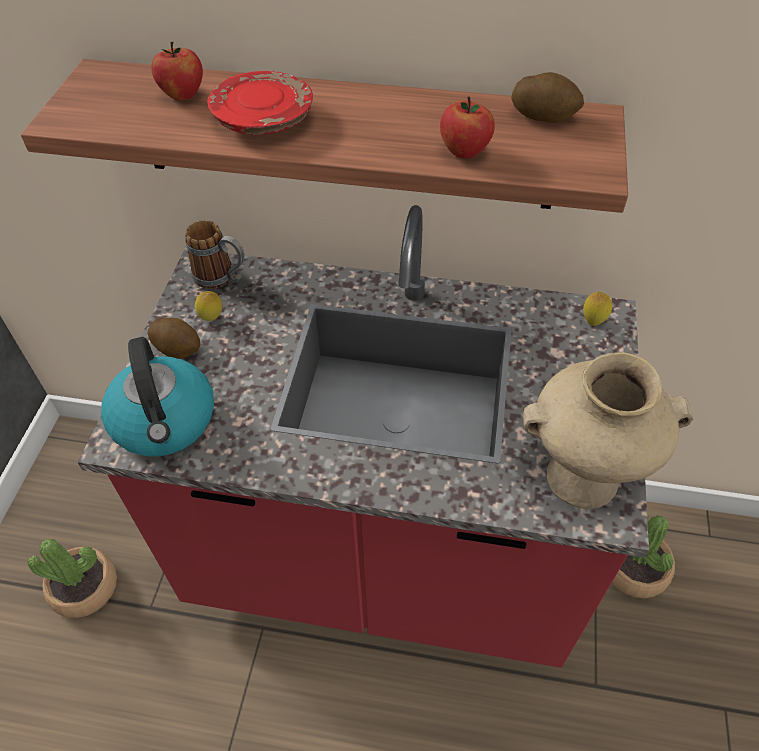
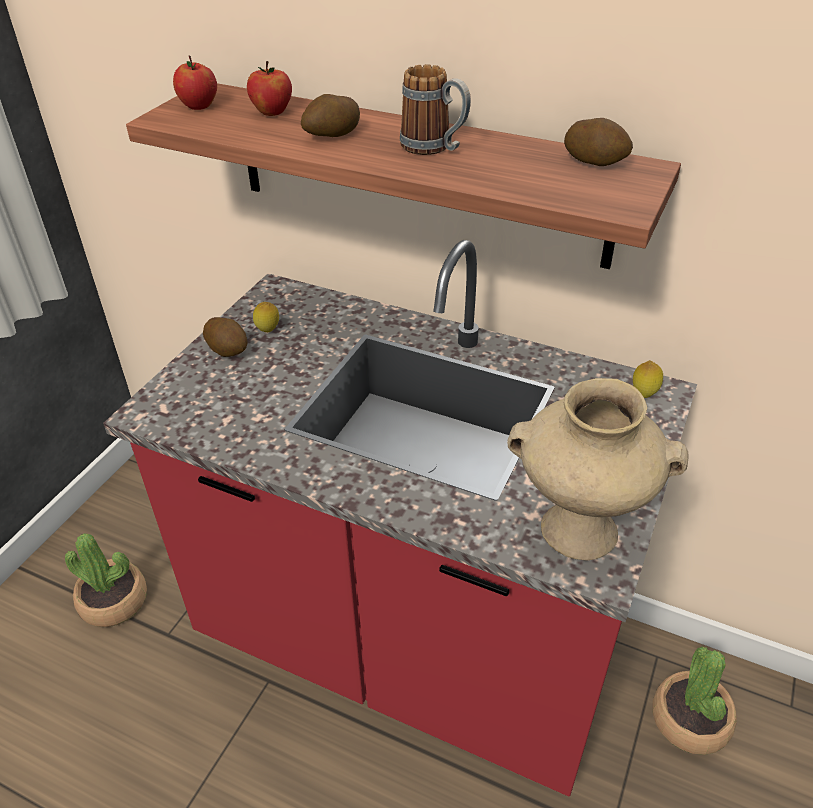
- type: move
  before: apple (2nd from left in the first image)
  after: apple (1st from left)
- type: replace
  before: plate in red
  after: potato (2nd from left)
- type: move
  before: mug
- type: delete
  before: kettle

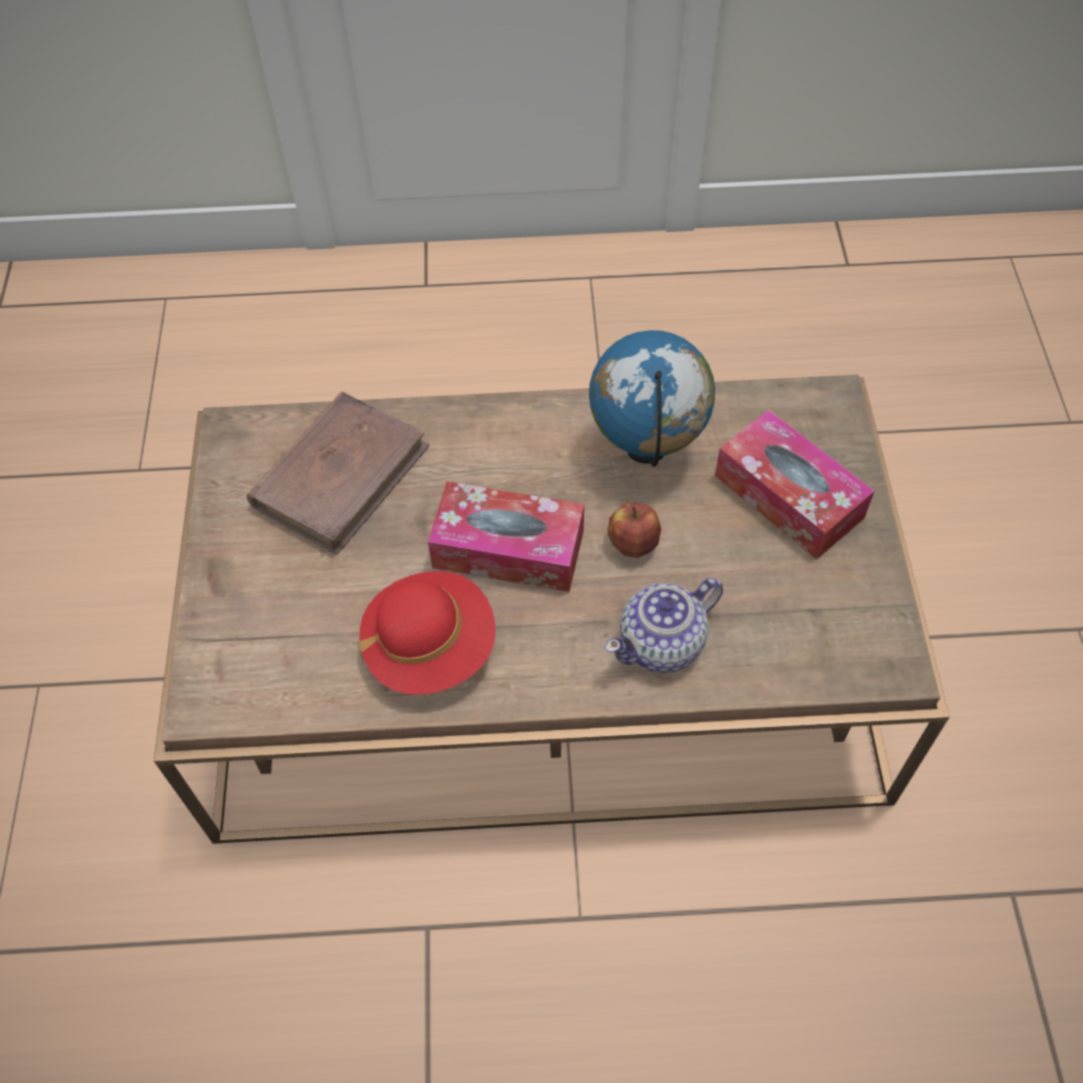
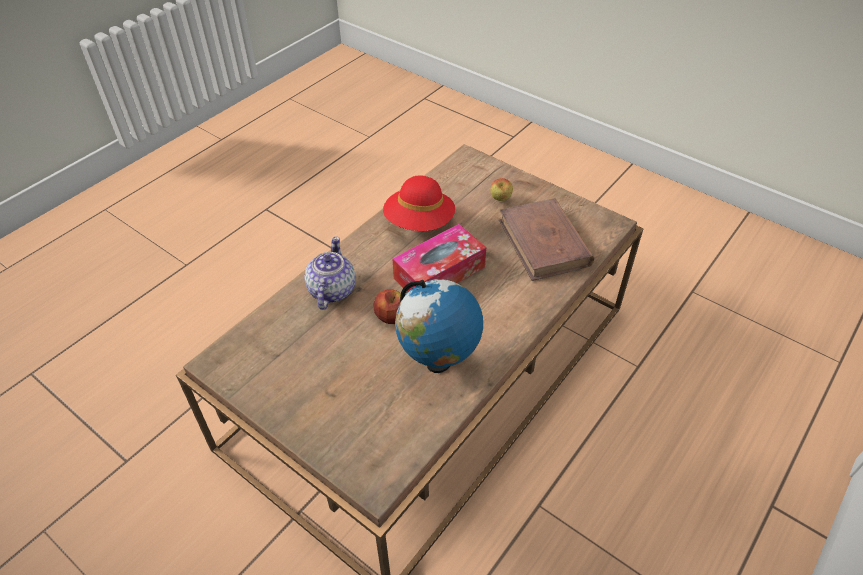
- type: insert
  after: apple (2nd from left)
- type: delete
  before: tissue box (2nd from left)

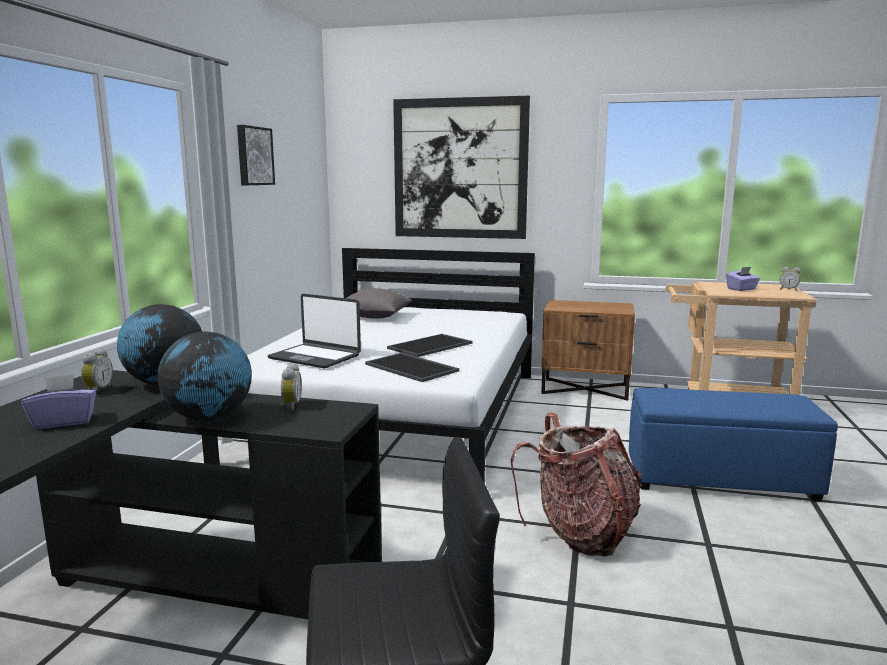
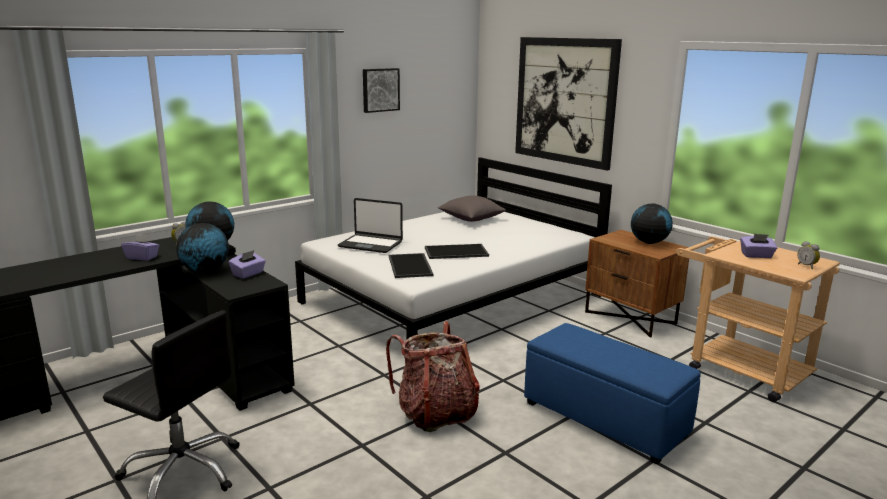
- type: replace
  before: alarm clock (2nd from left)
  after: tissue box in purple (2nd from left)
- type: rotate
  before: laptop
  turn: -45
- type: insert
  after: globe (3rd from left)

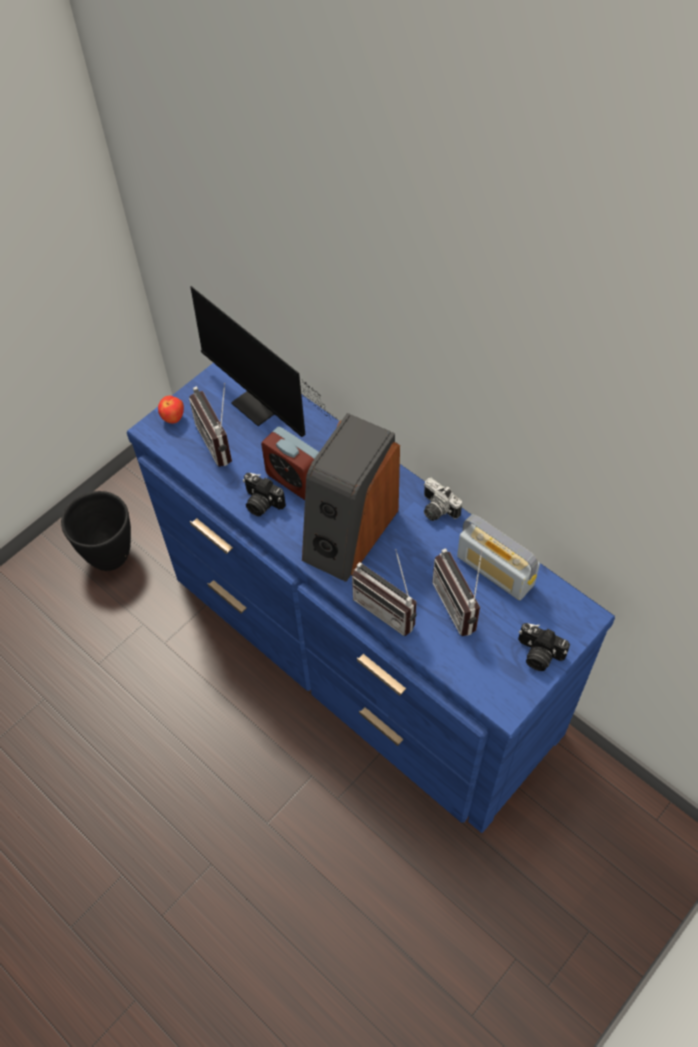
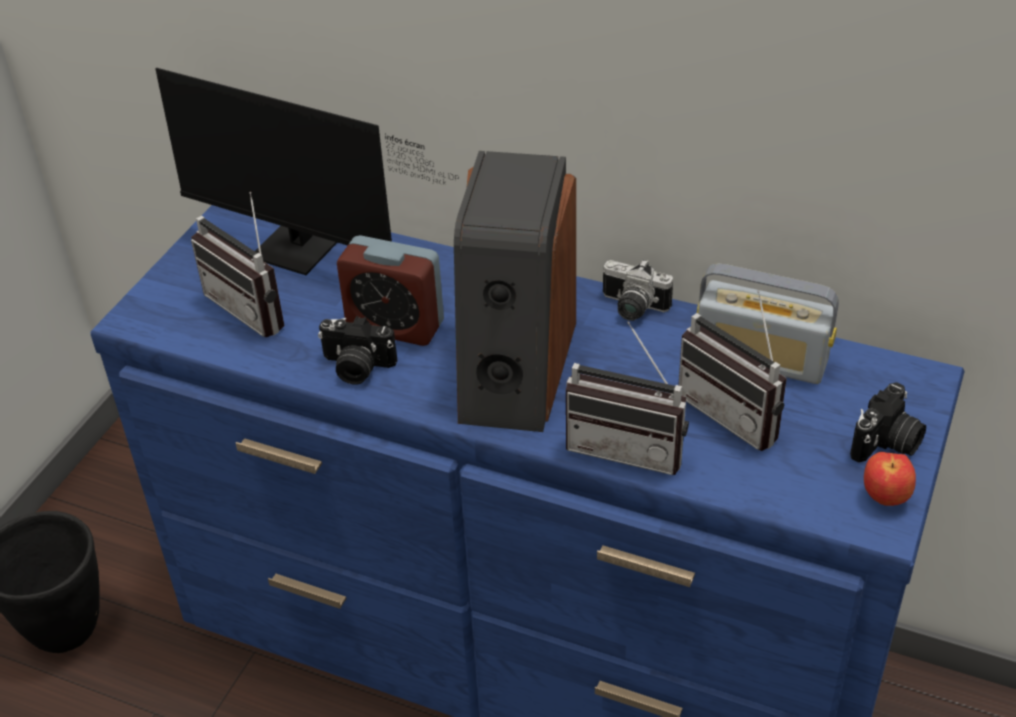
- type: rotate
  before: photo camera (3rd from left)
  turn: -60
- type: move
  before: apple

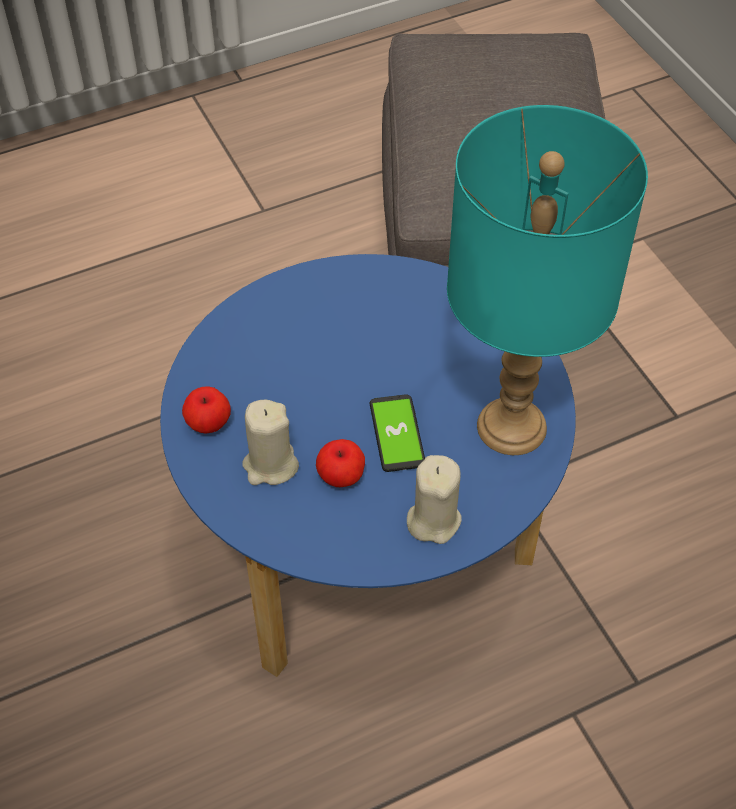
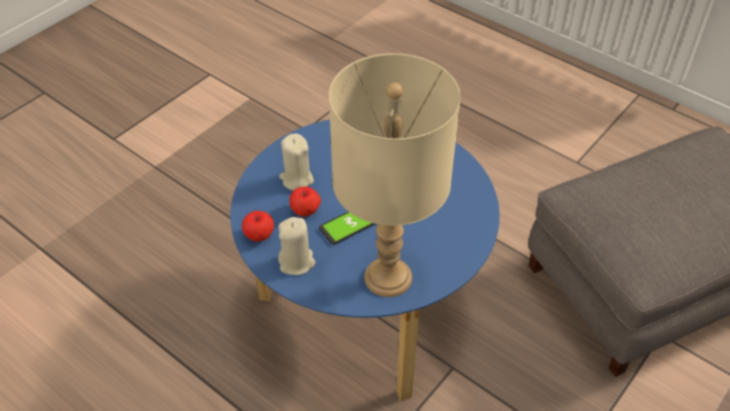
- type: move
  before: apple (1st from left)
- type: recolor
  before: table lamp in turquoise
  after: table lamp in beige

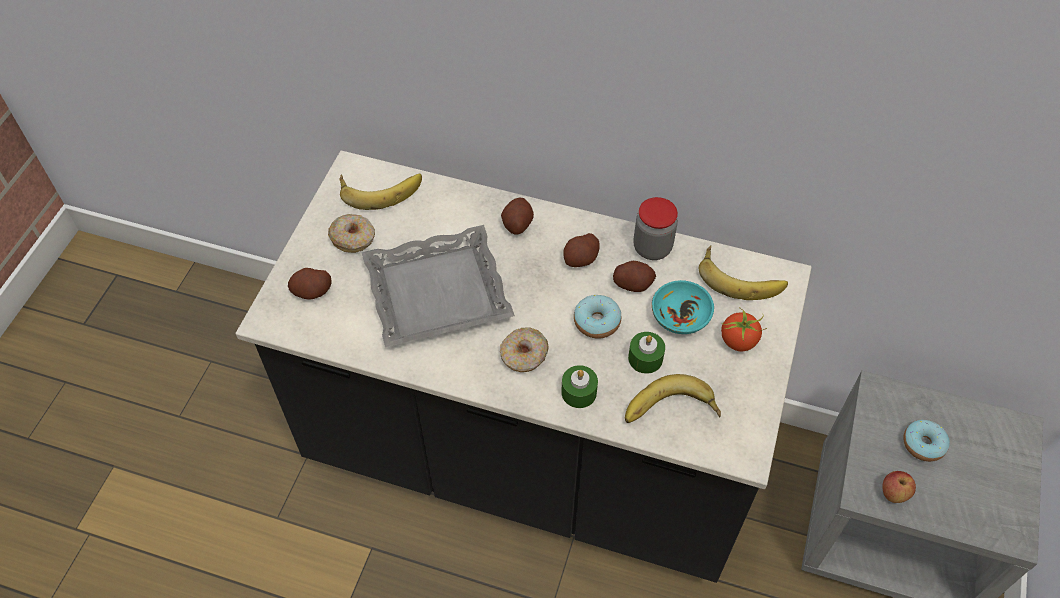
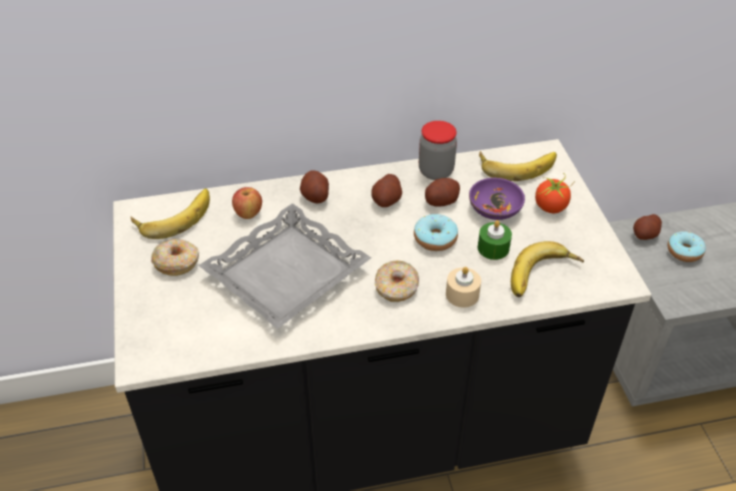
- type: move
  before: apple
- type: recolor
  before: candle in green (1st from left)
  after: candle in beige
- type: recolor
  before: bowl in turquoise
  after: bowl in purple
- type: move
  before: potato (1st from left in the first image)
  after: potato (4th from left)

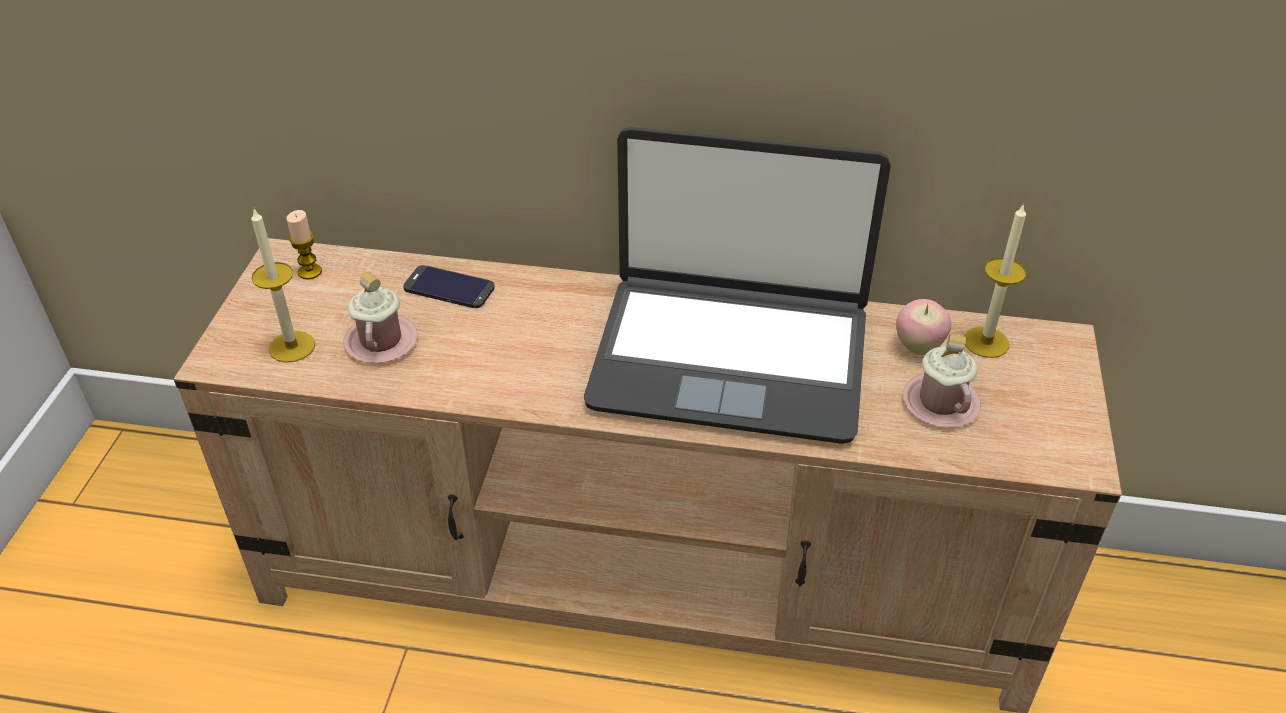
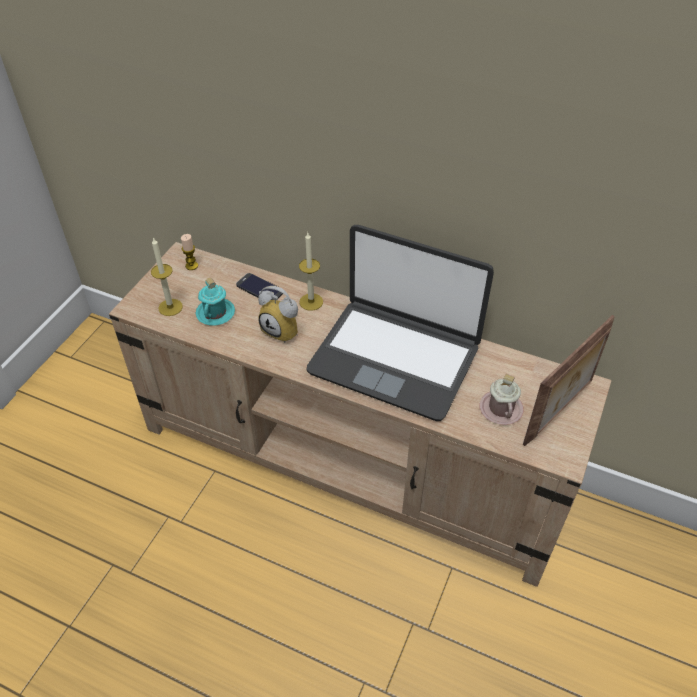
- type: recolor
  before: mug in pink (1st from left)
  after: mug in turquoise
- type: insert
  after: alarm clock
- type: move
  before: candle (3rd from left)
- type: insert
  after: picture frame
- type: delete
  before: apple

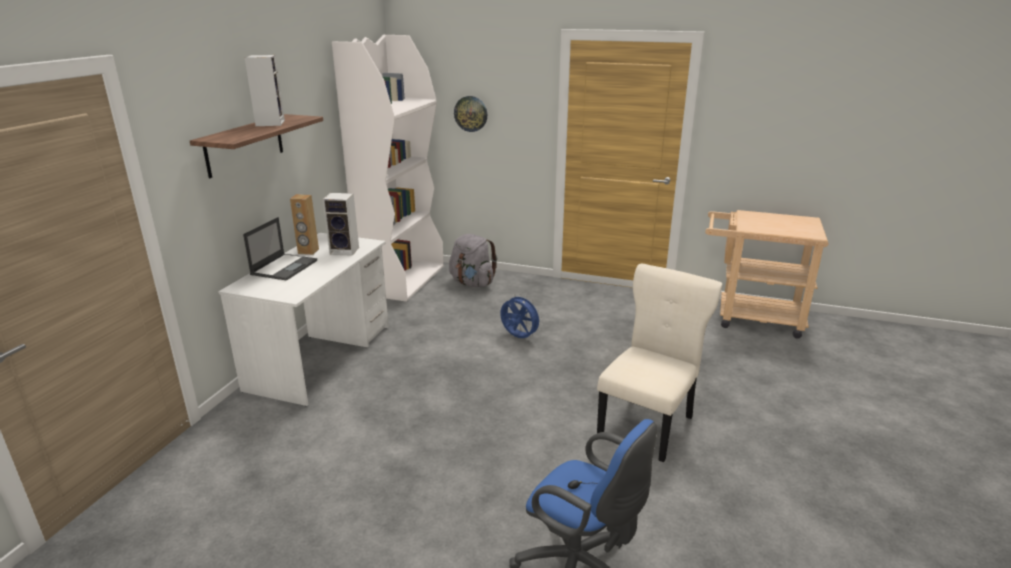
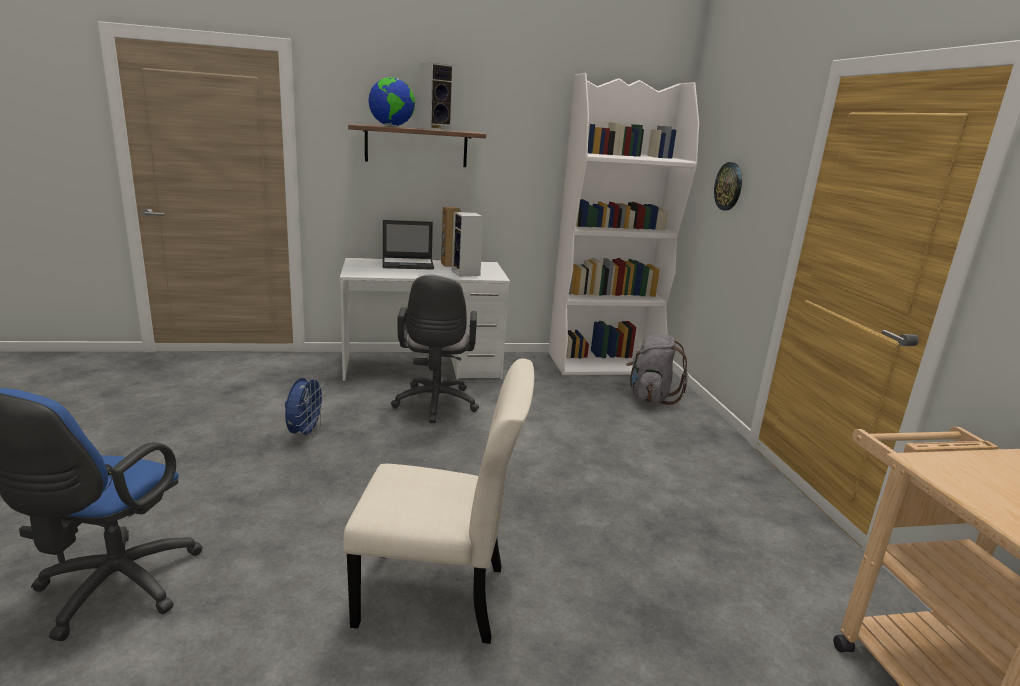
- type: move
  before: fan in blue
- type: insert
  after: globe
- type: insert
  after: office chair in grey

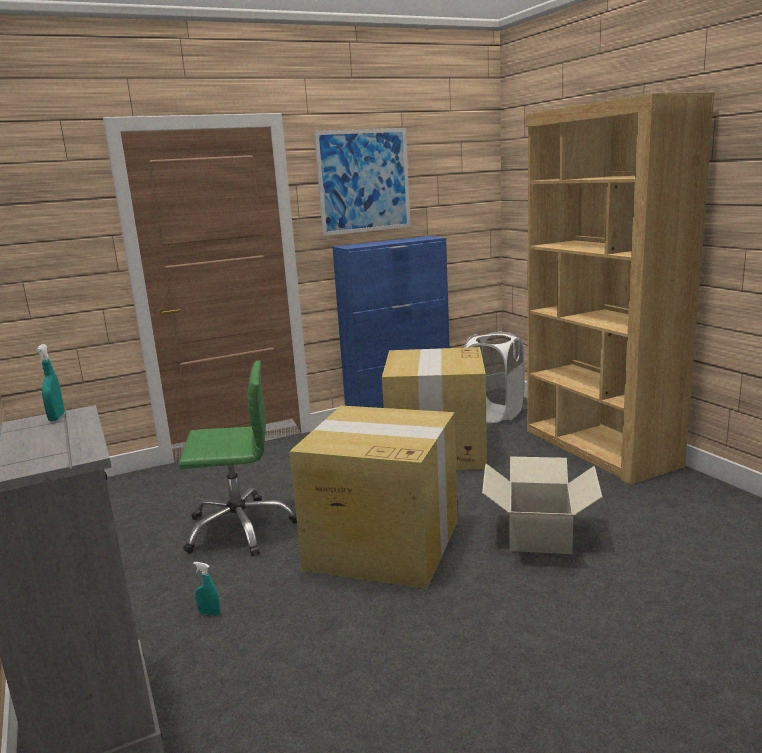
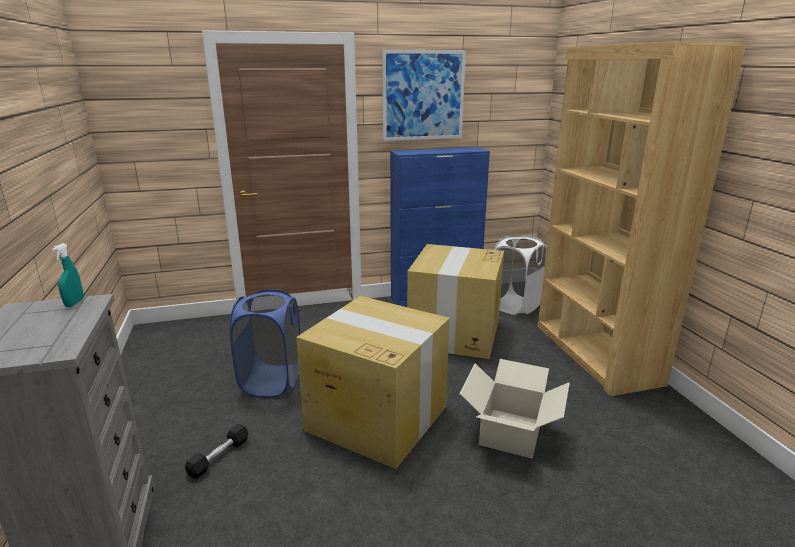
- type: replace
  before: spray bottle in turquoise (2nd from left)
  after: dumbbell in black
- type: replace
  before: office chair in green
  after: laundry basket in blue

